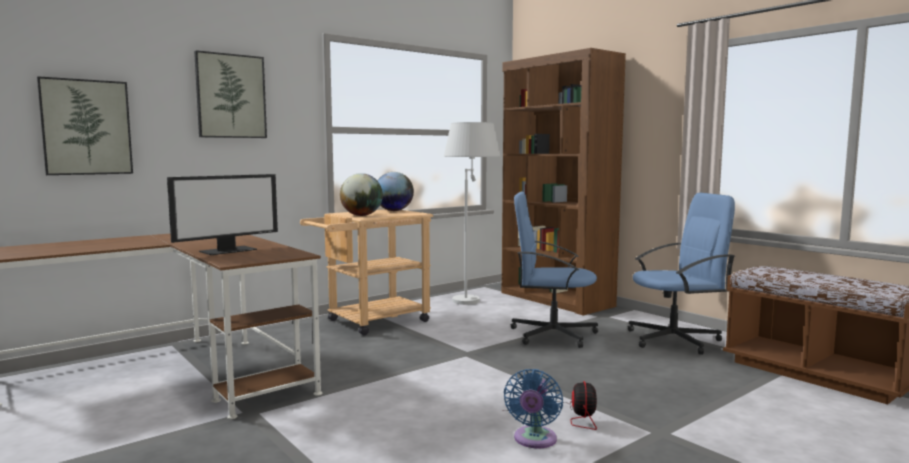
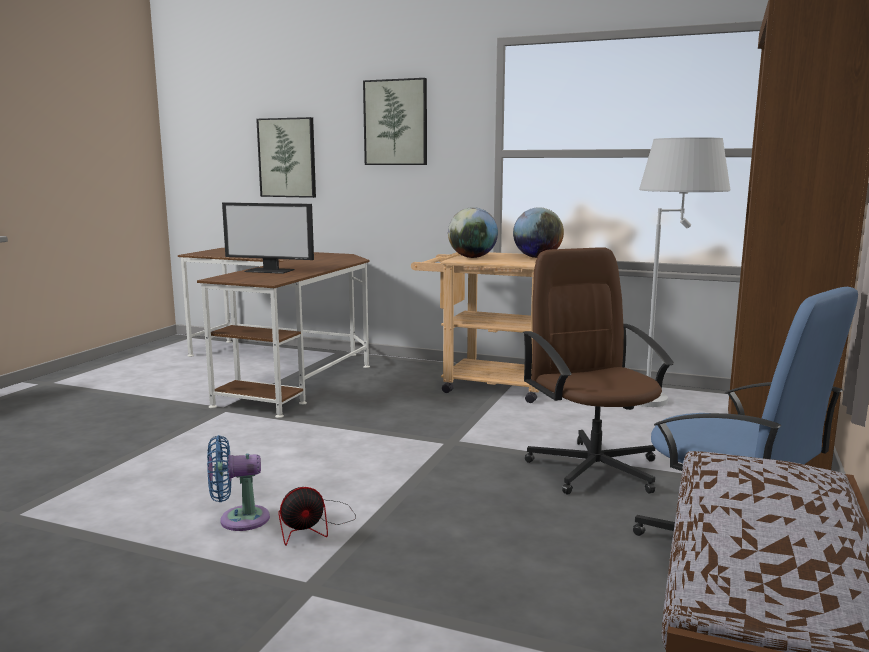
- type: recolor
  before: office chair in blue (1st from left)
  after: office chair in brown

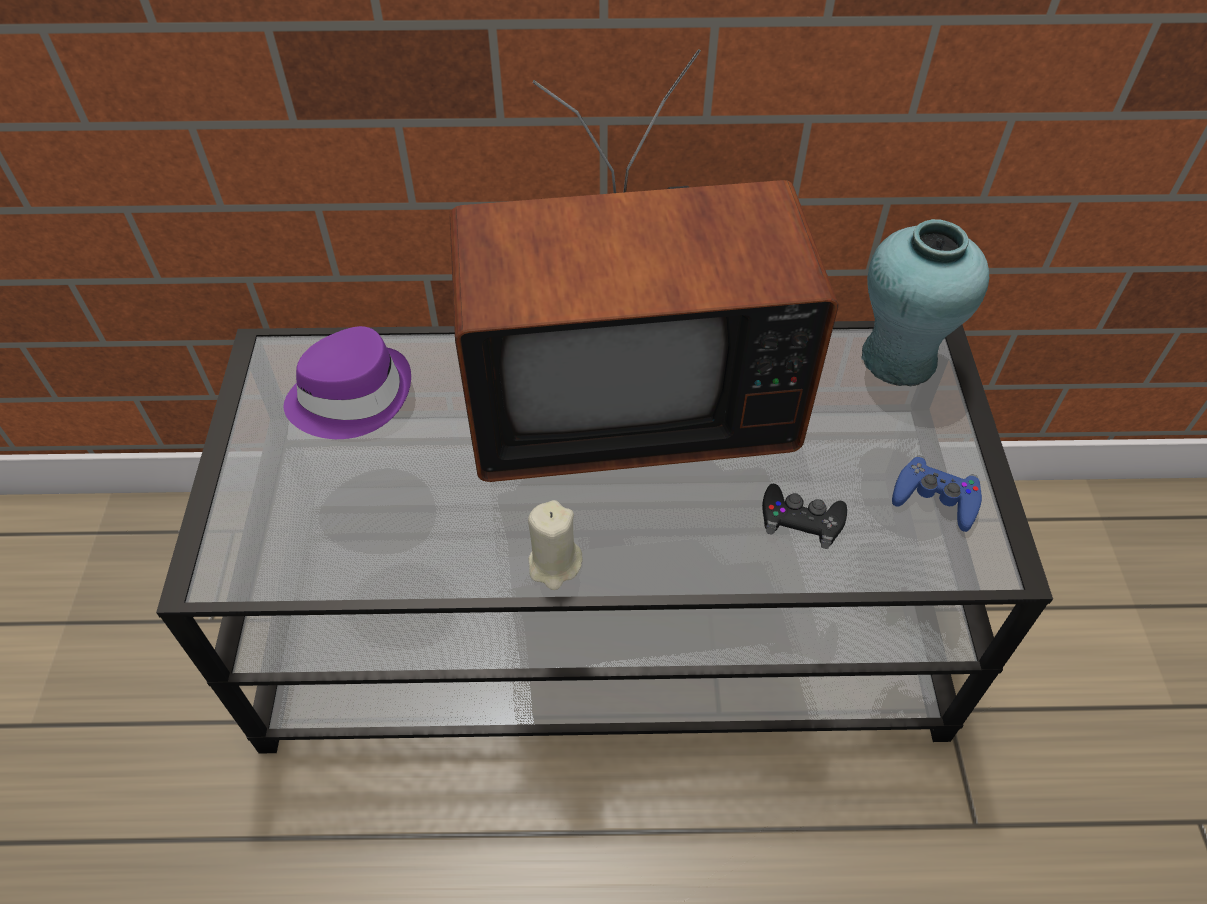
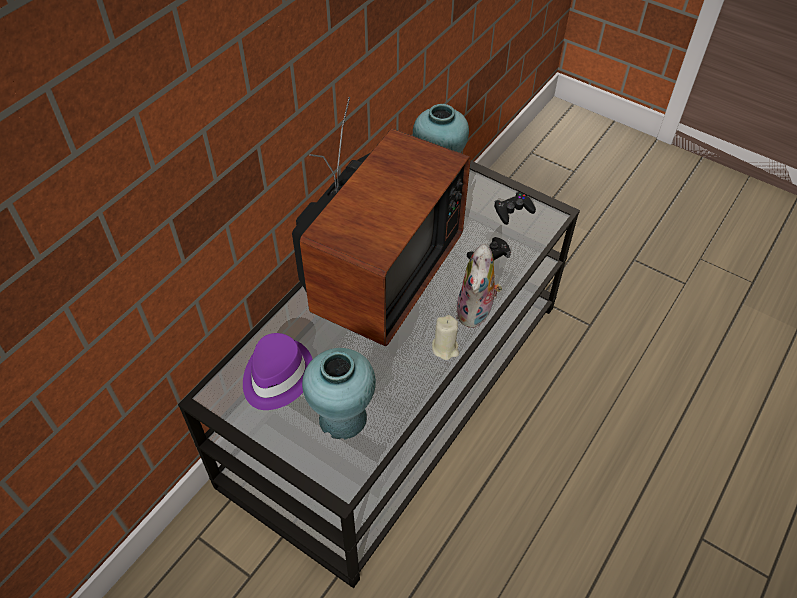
- type: insert
  after: vase in turquoise (1st from left)
- type: insert
  after: plush toy
- type: recolor
  before: game controller in blue
  after: game controller in black (2nd from left)

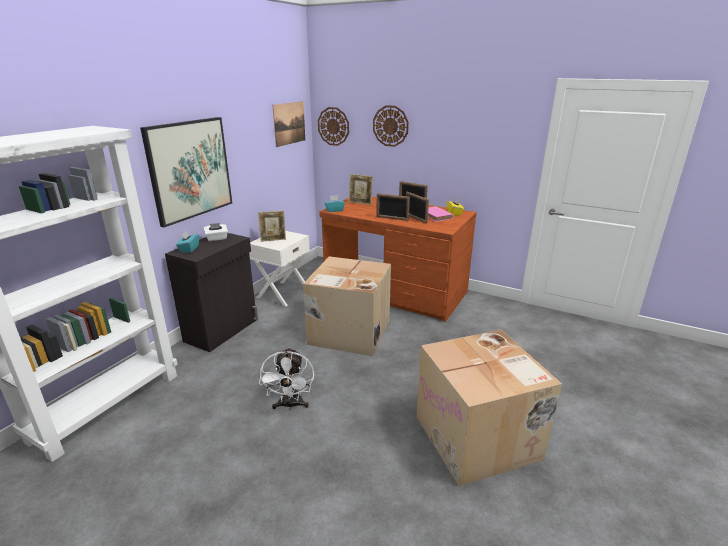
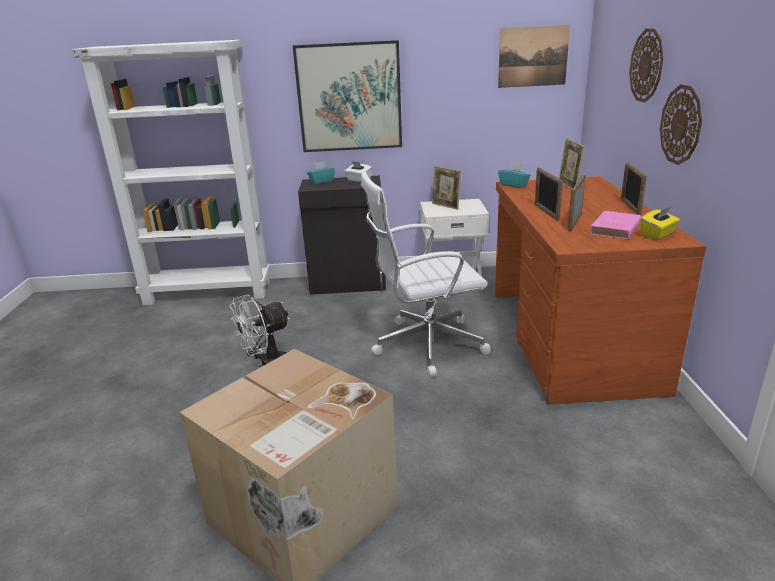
- type: replace
  before: cardboard box (1st from left)
  after: office chair in white
- type: move
  before: wall clock (1st from left in the first image)
  after: wall clock (2nd from left)

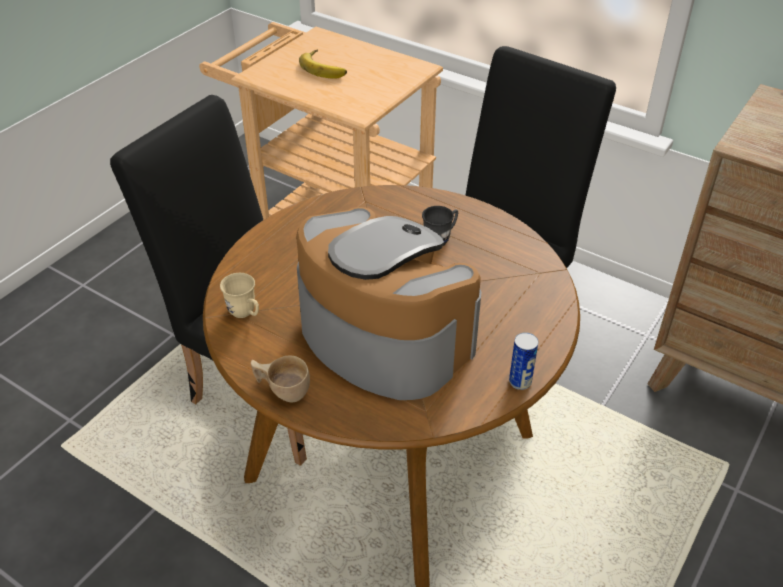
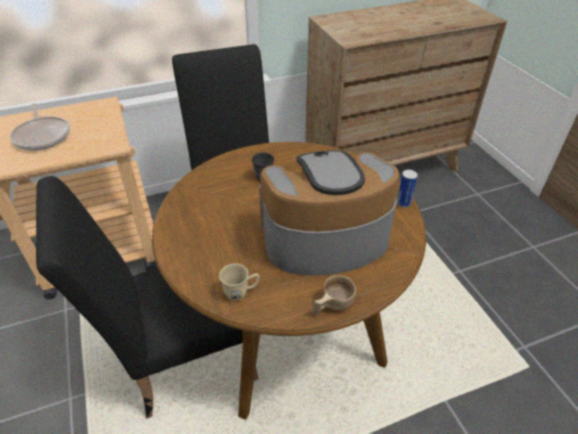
- type: replace
  before: banana
  after: frying pan

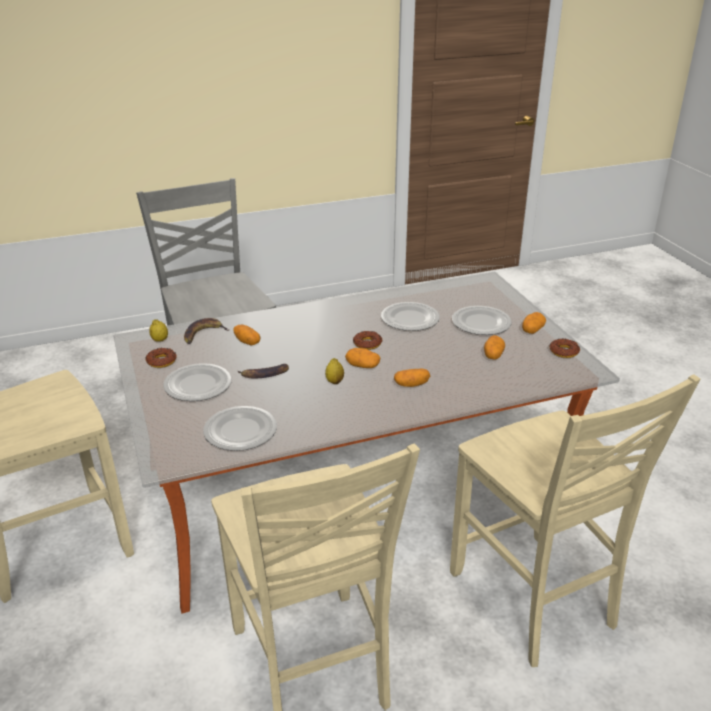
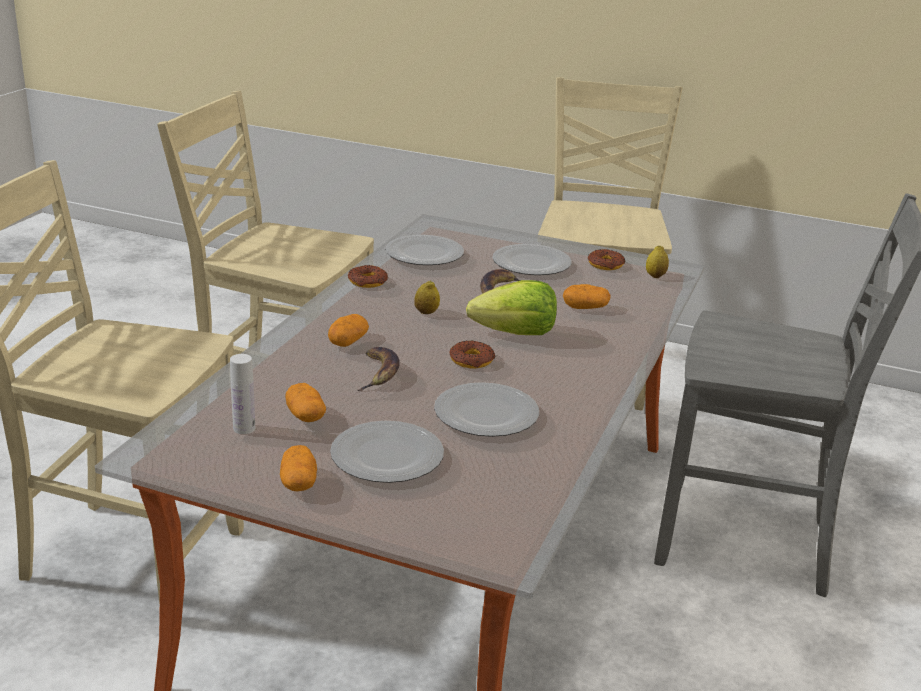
- type: insert
  after: bottle in white
- type: move
  before: donut (3rd from left in the first image)
  after: donut (1st from left)
- type: move
  before: banana (1st from left)
- type: insert
  after: lettuce
- type: delete
  before: potato (2nd from left)

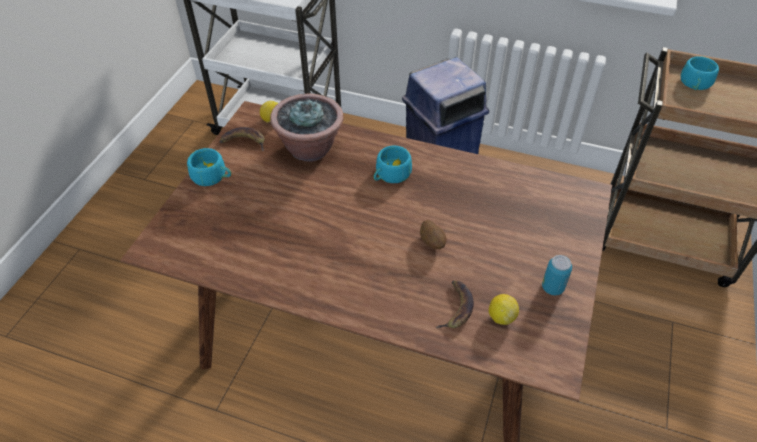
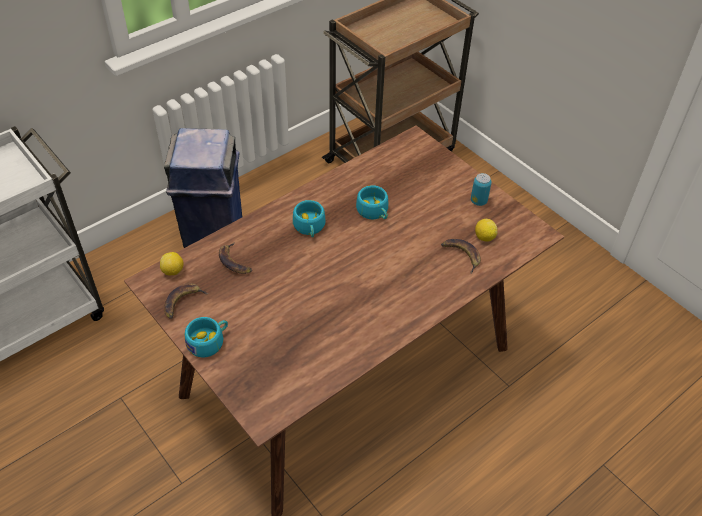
- type: replace
  before: potted plant
  after: banana (2nd from left)
- type: move
  before: cup in turquoise (3rd from left)
- type: delete
  before: potato

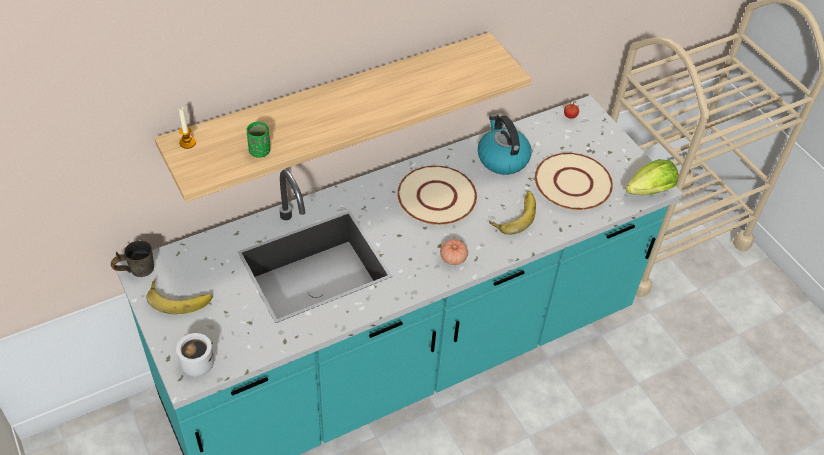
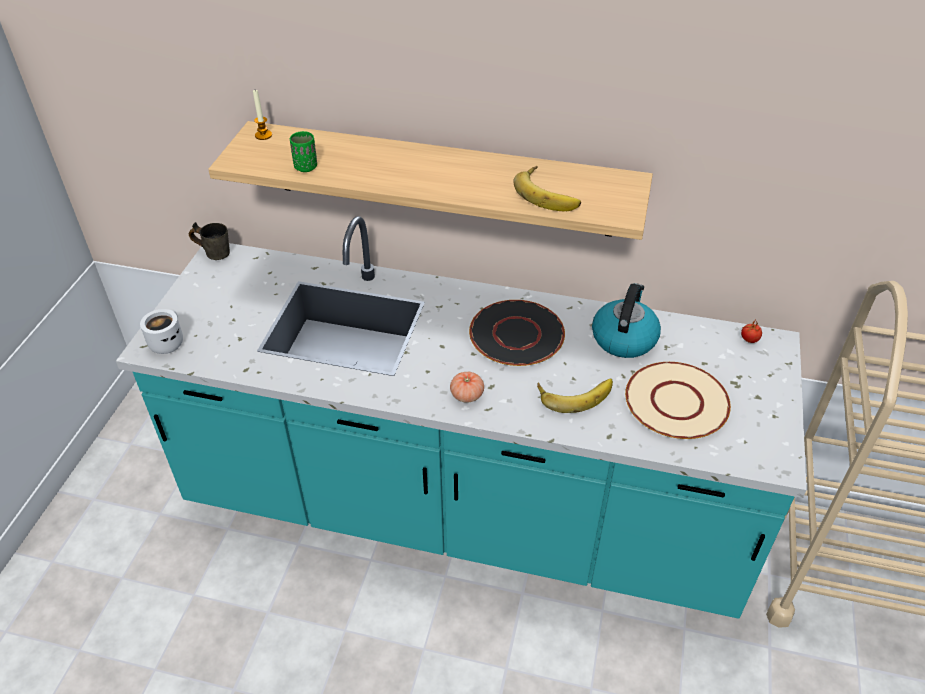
- type: recolor
  before: plate in beige (1st from left)
  after: plate in black
- type: move
  before: banana (1st from left)
- type: delete
  before: lettuce

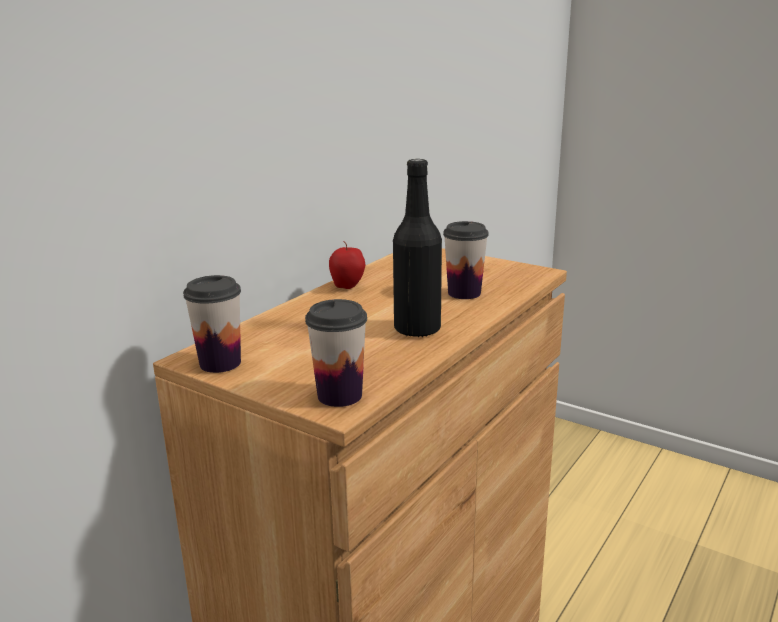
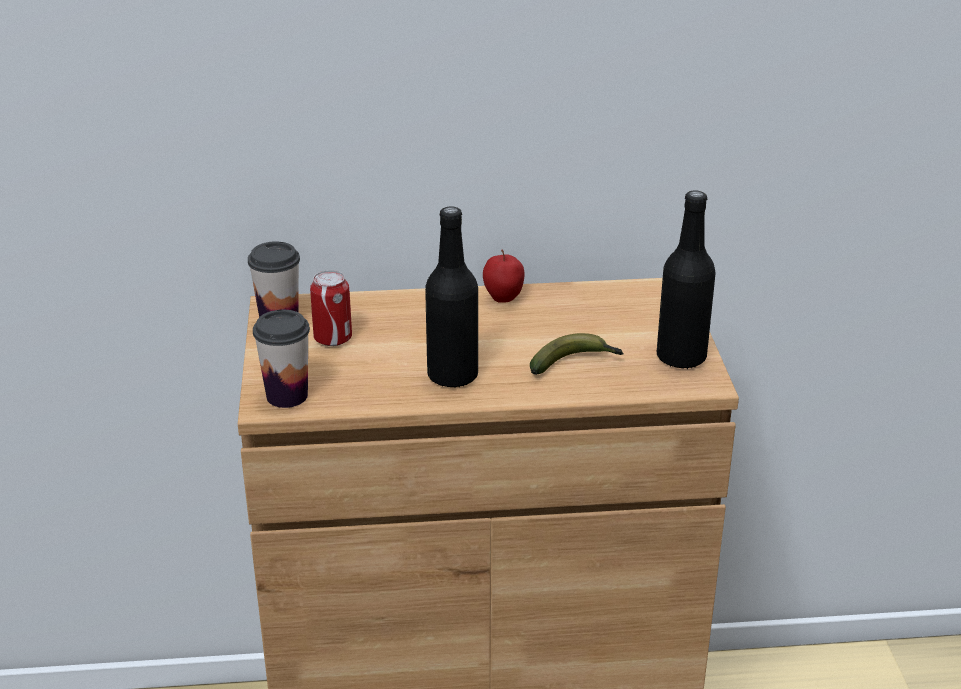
- type: insert
  after: can
- type: replace
  before: cup (3rd from left)
  after: banana
- type: insert
  after: bottle in black (2nd from left)

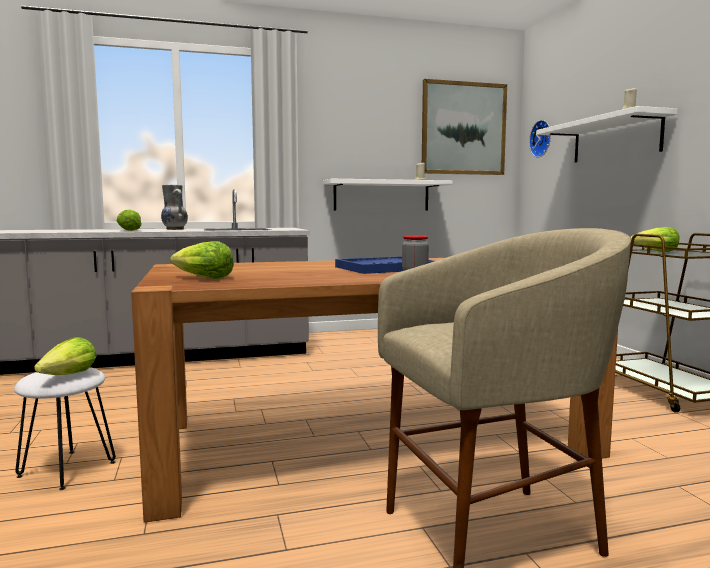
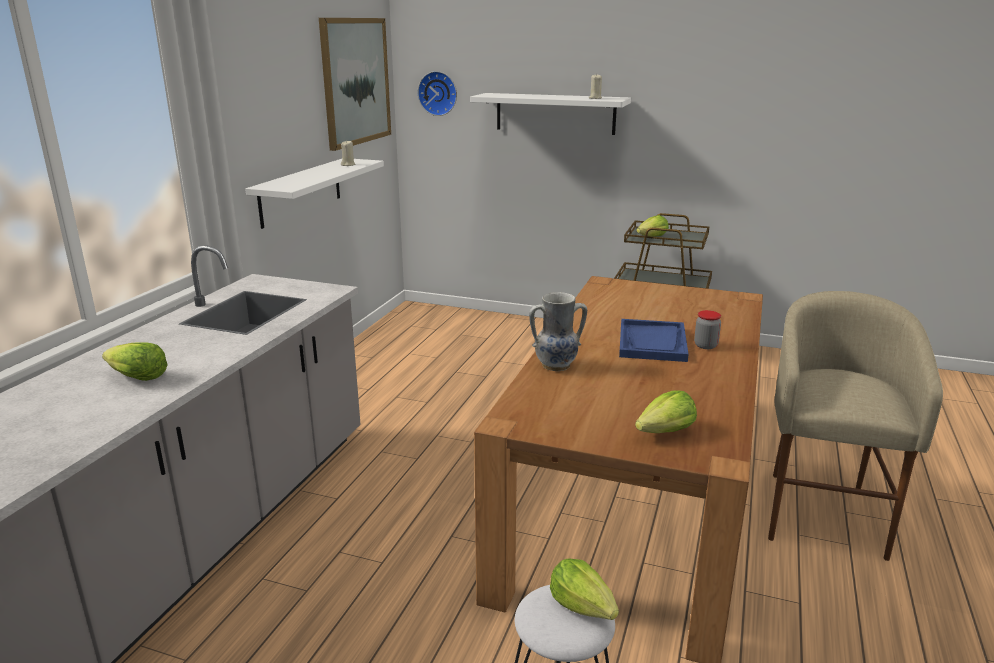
- type: move
  before: vase

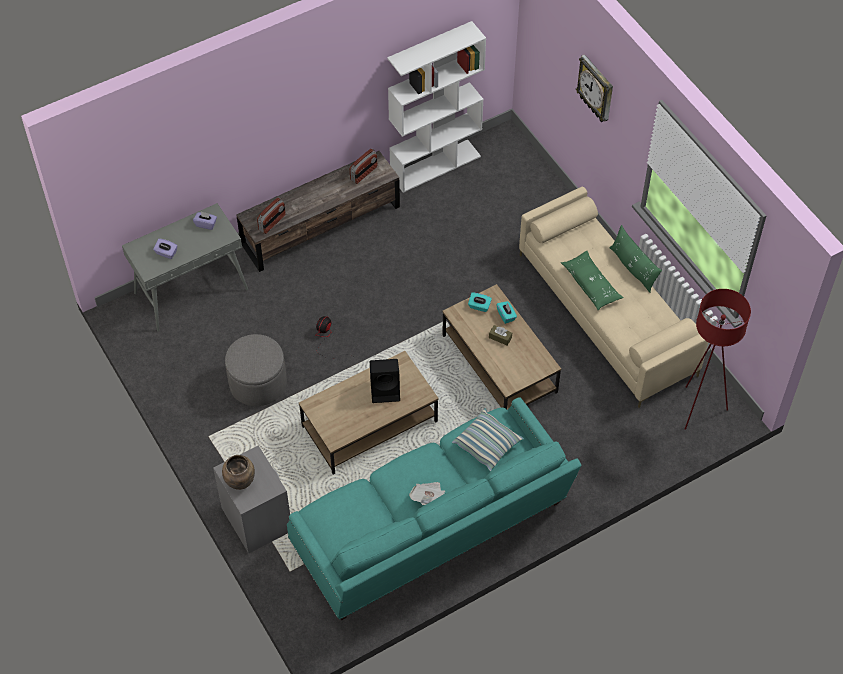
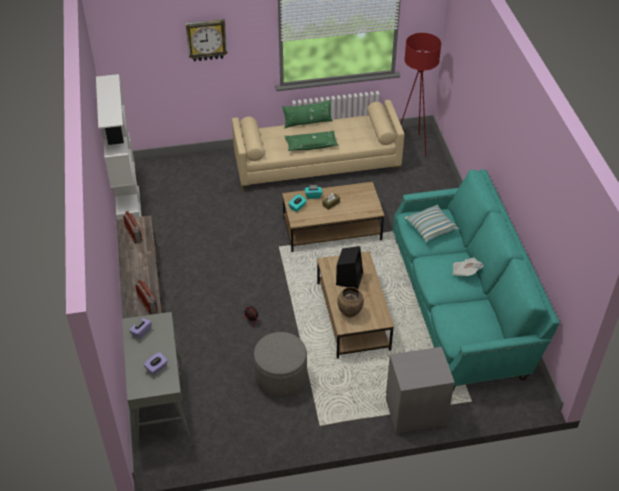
- type: move
  before: vase in brown

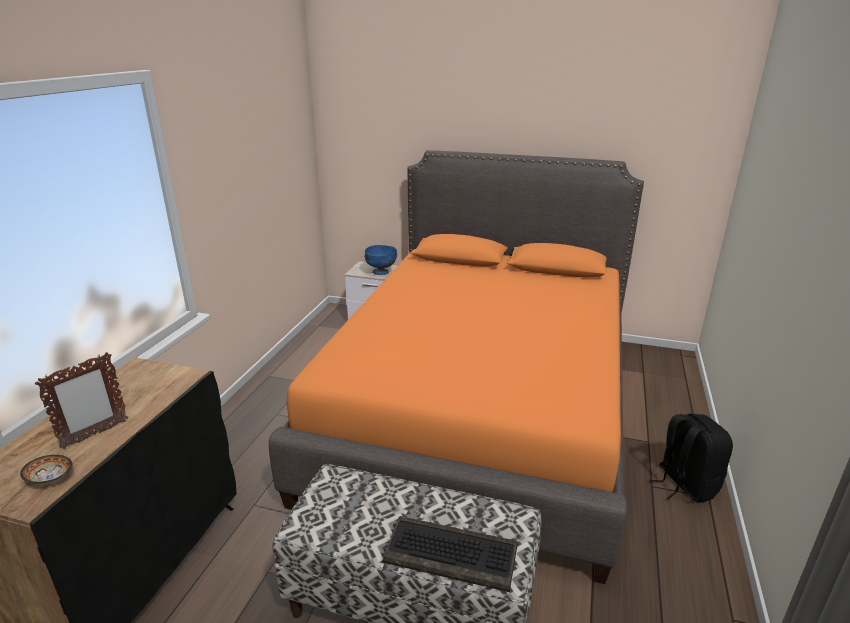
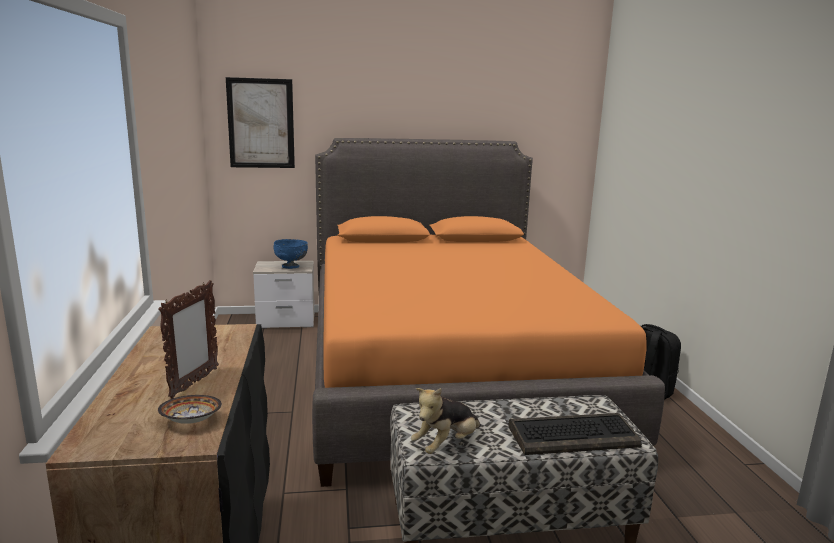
- type: insert
  after: picture
- type: insert
  after: plush toy

